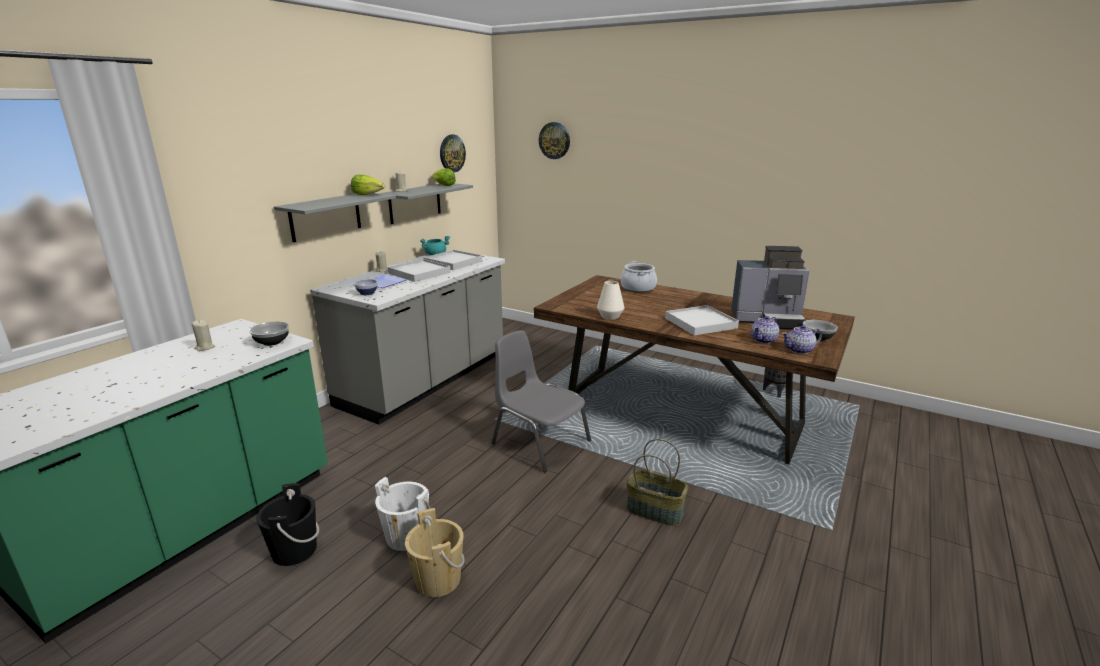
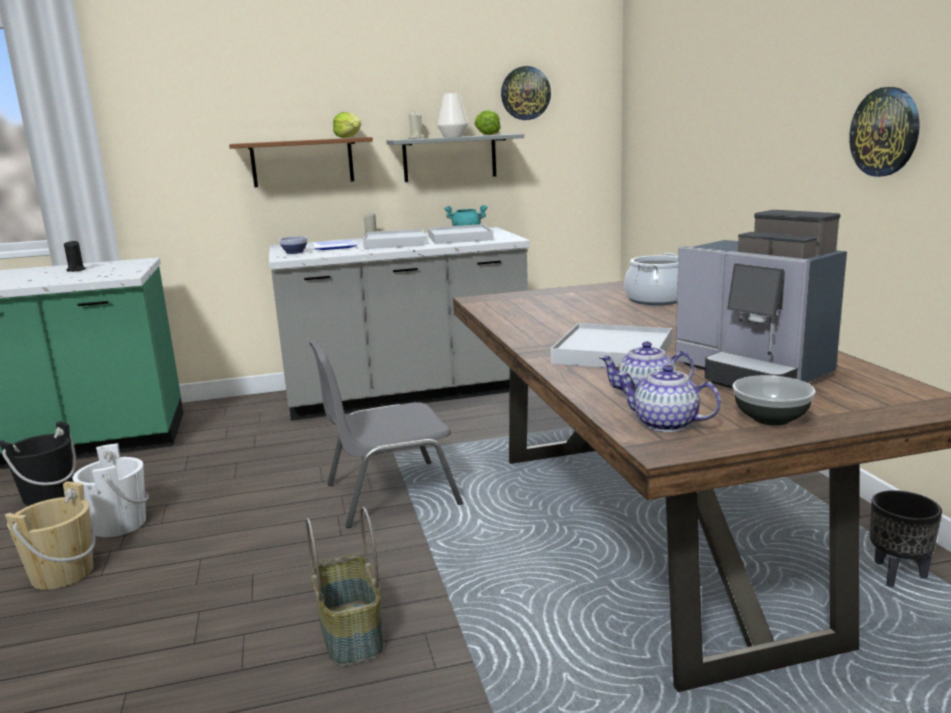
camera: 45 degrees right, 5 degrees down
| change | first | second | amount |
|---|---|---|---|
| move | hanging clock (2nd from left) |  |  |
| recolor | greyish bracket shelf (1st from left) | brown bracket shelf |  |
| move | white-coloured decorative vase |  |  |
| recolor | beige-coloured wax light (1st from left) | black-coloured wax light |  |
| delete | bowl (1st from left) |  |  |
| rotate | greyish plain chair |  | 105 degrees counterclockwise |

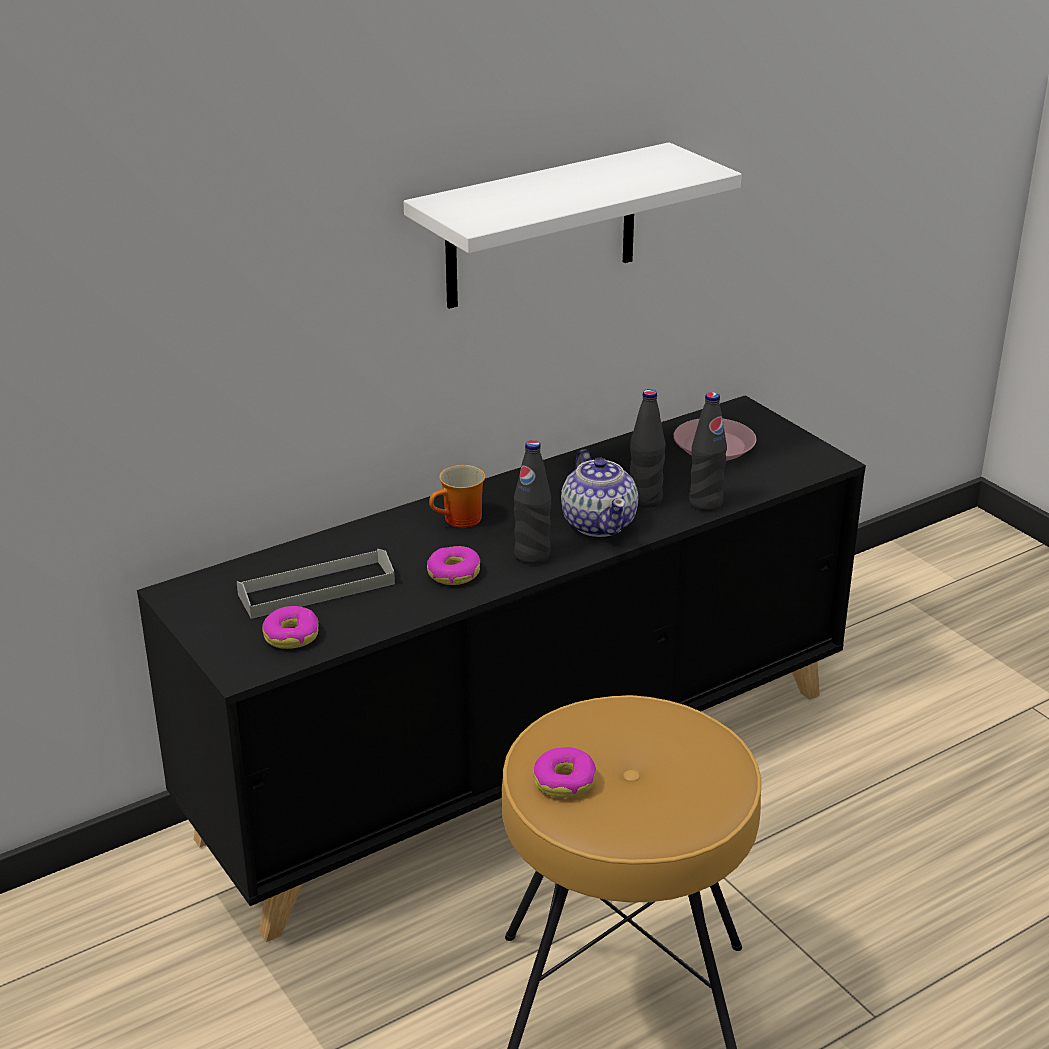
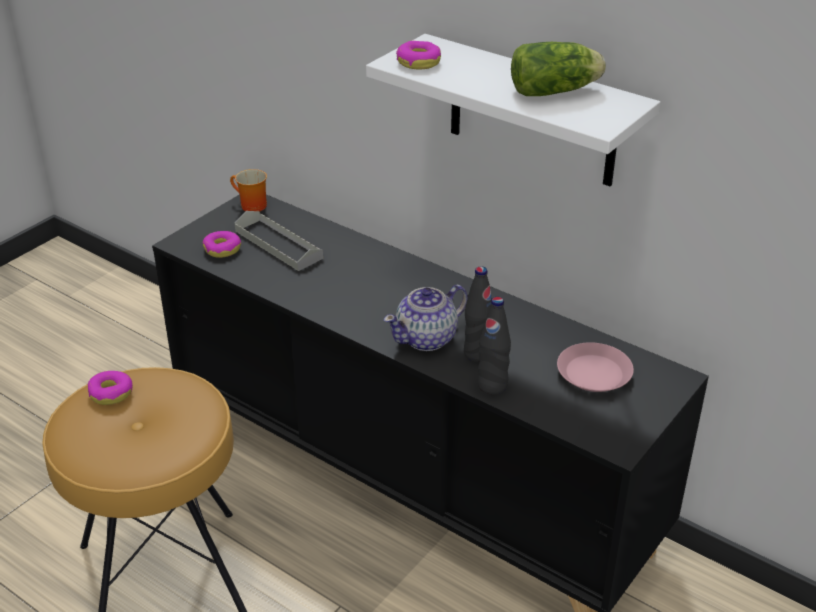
camera: 70 degrees right, 5 degrees up
| change | first | second | amount |
|---|---|---|---|
| delete | black-coloured bottle (1st from left) |  |  |
| move | coffee mug |  |  |
| move | doughnut (2nd from left in the first image) | doughnut (3rd from left) |  |
| insert |  | lettuce head |  |

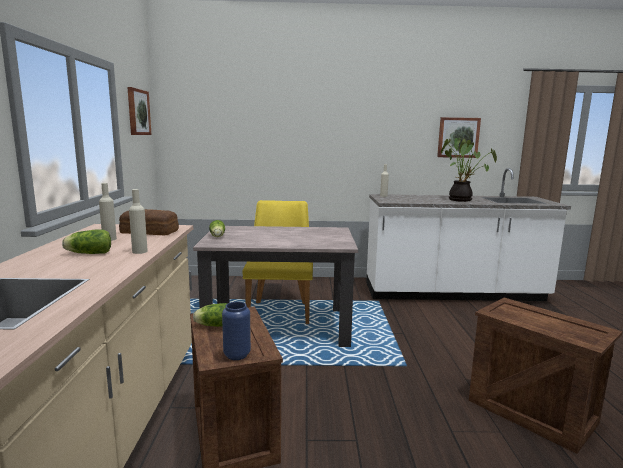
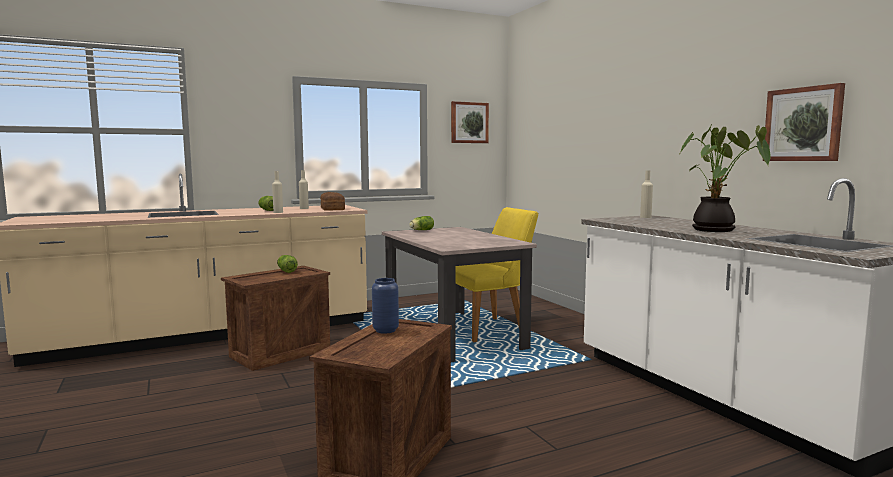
camera: 65 degrees right, 5 degrees down
| change | first | second | amount |
|---|---|---|---|
| move | blue-coloured decorative vase |  |  |

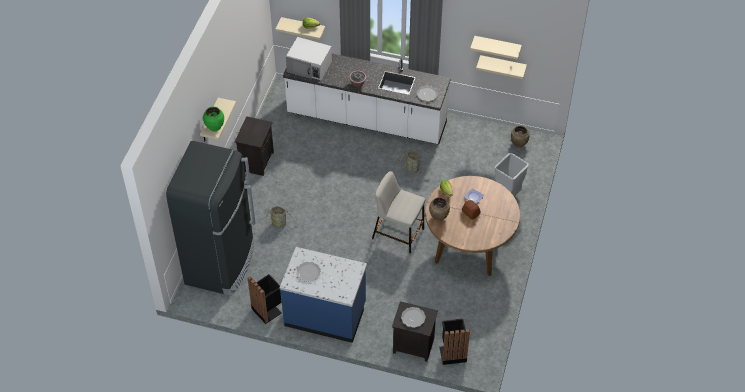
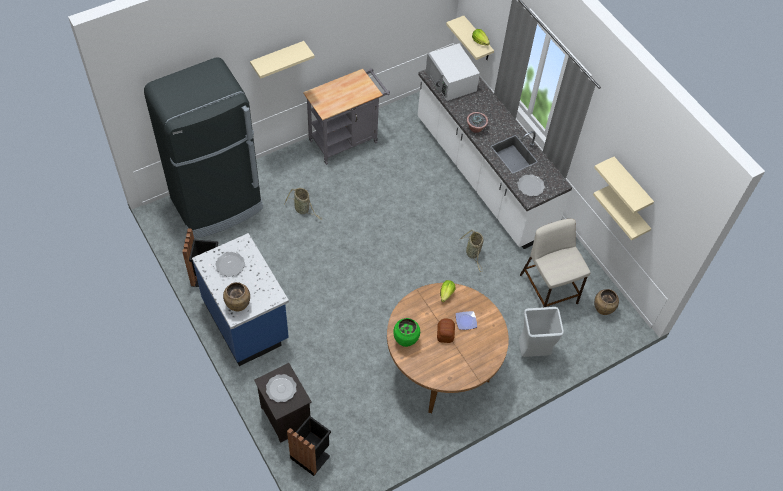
camera: 40 degrees right, 5 degrees up
| change | first | second | amount |
|---|---|---|---|
| move | greenish decorative vase |  |  |
| replace | black-coloured bedside table (1st from left) | greyish cart |  |
| move | beige-coloured stool seat |  |  |
| move | brown decorative vase (1st from left) |  |  |

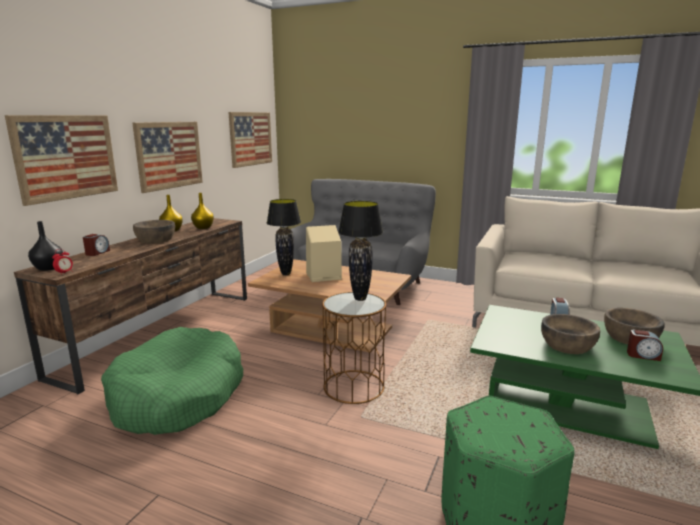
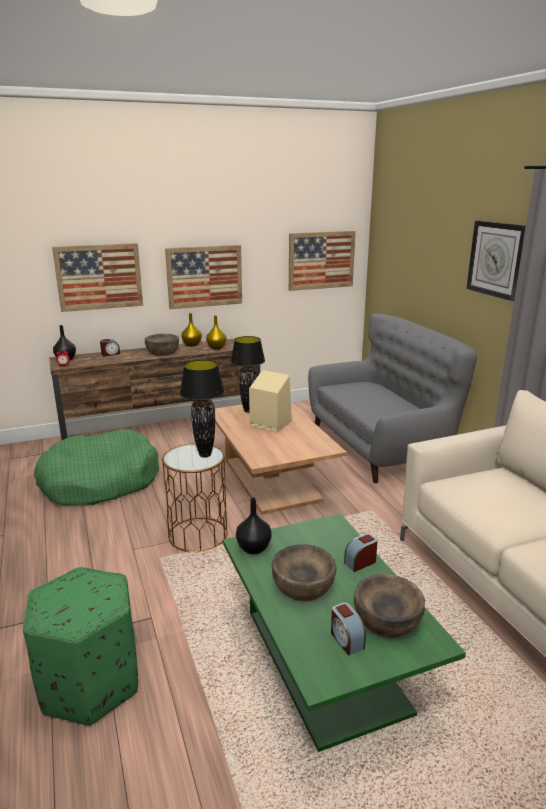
camera: 45 degrees right, 5 degrees up
| change | first | second | amount |
|---|---|---|---|
| insert |  | hanging clock |  |
| insert |  | black-coloured decorative vase (2nd from left) |  |

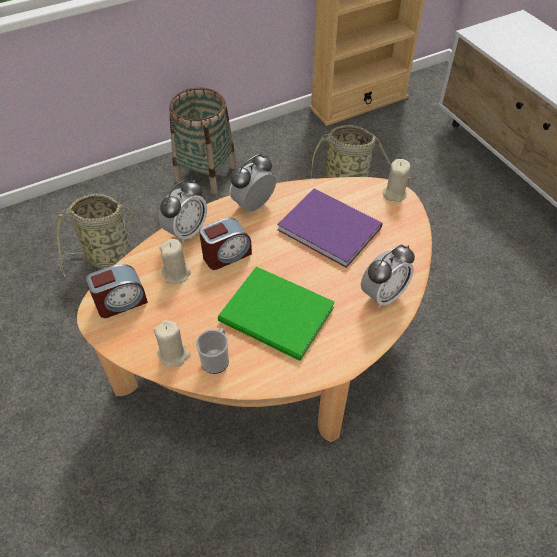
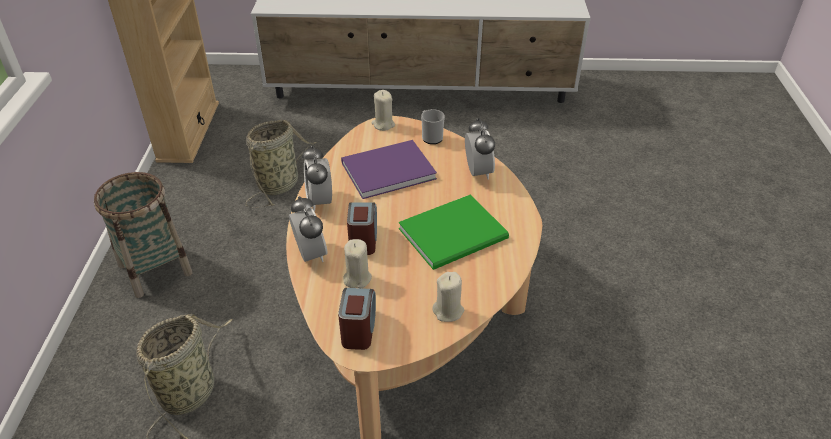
camera: 60 degrees left, 10 degrees down
| change | first | second | amount |
|---|---|---|---|
| move | coffee mug |  |  |

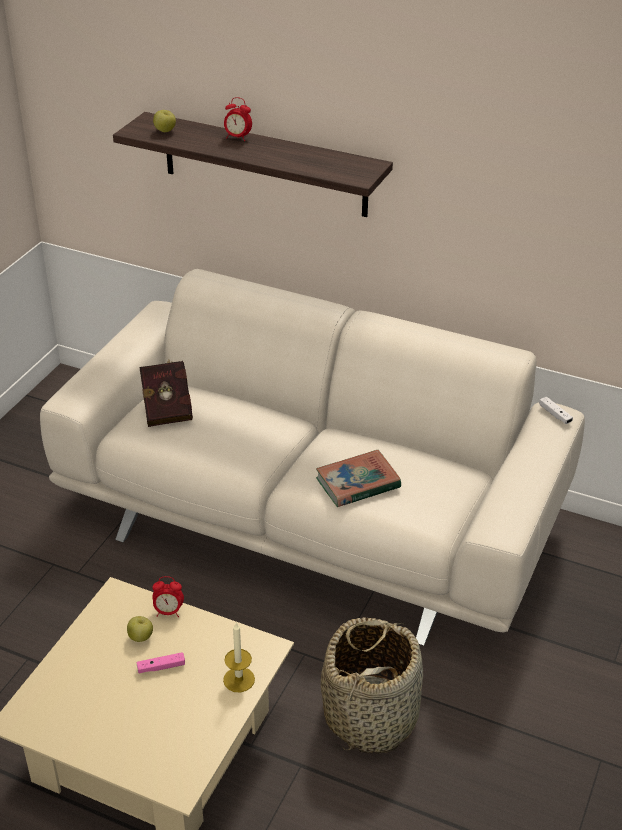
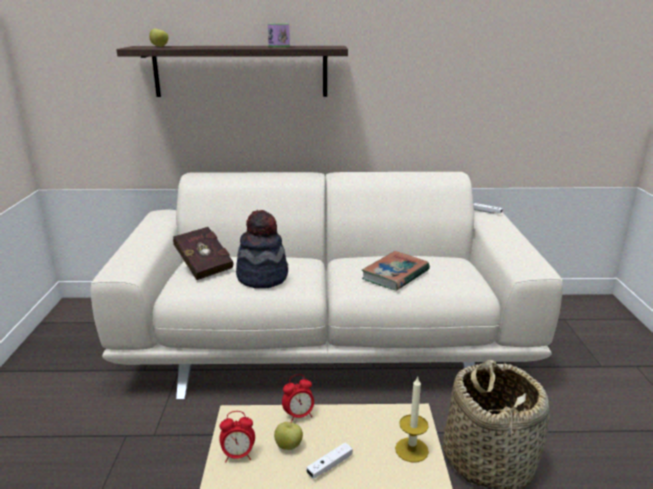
camera: 25 degrees left, 15 degrees down
| change | first | second | amount |
|---|---|---|---|
| move | bedside clock (2nd from left in the first image) | bedside clock (1st from left) |  |
| recolor | pink-coloured joypad | white-coloured joypad (1st from left) |  |
| insert |  | coffee mug |  |
| insert |  | hat |  |

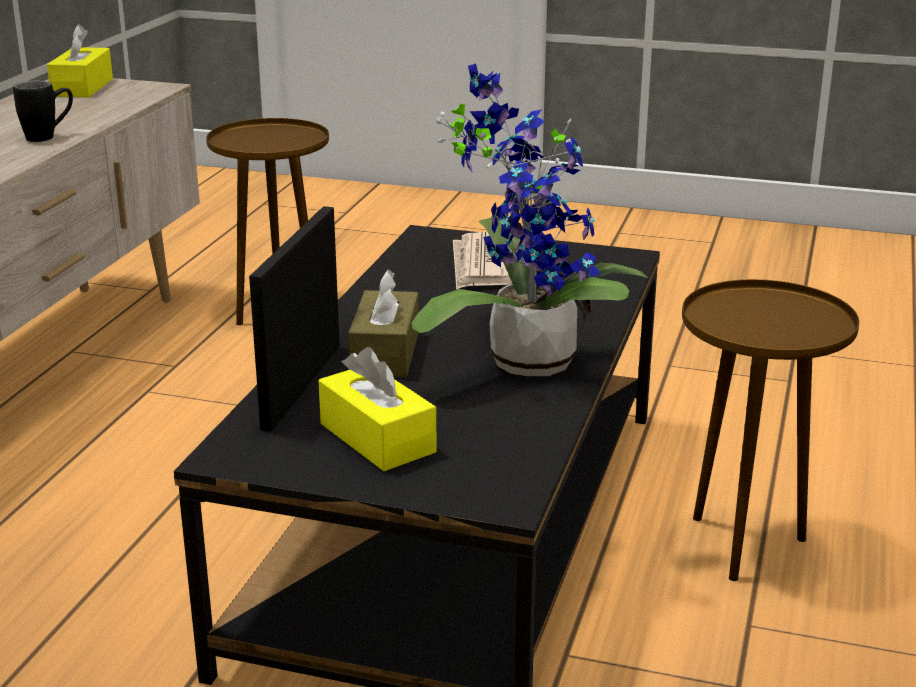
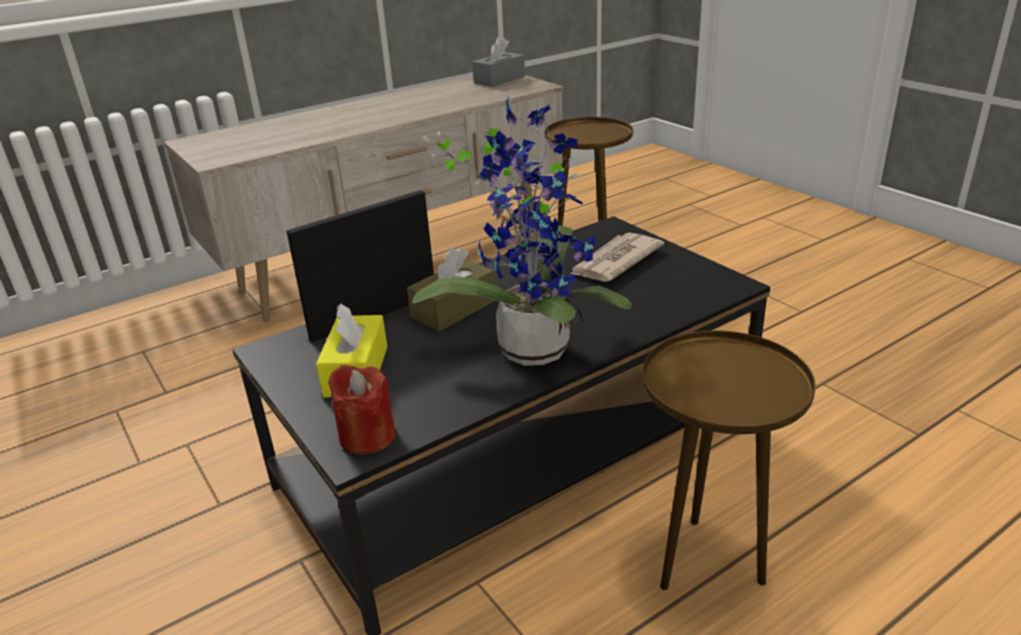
camera: 40 degrees right, 5 degrees up
| change | first | second | amount |
|---|---|---|---|
| recolor | yellowish tissue holder (1st from left) | greyish tissue holder |  |
| delete | black-coloured coffee mug |  |  |
| insert |  | reddish wax light |  |

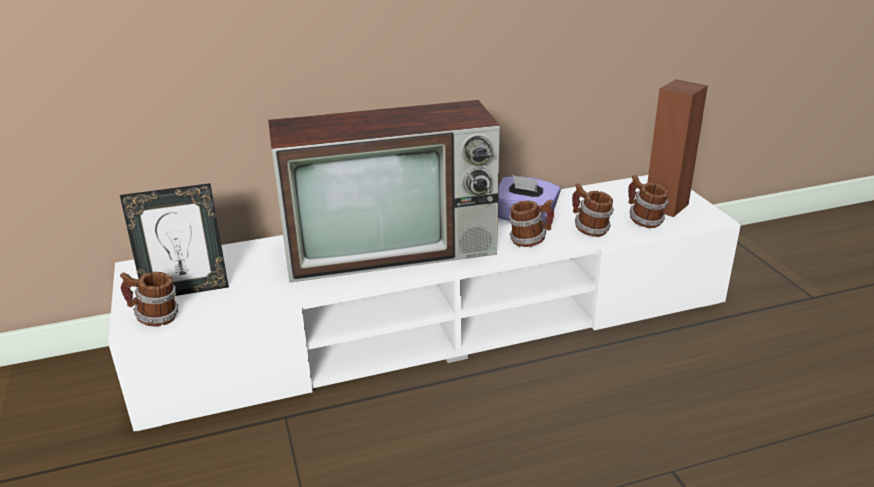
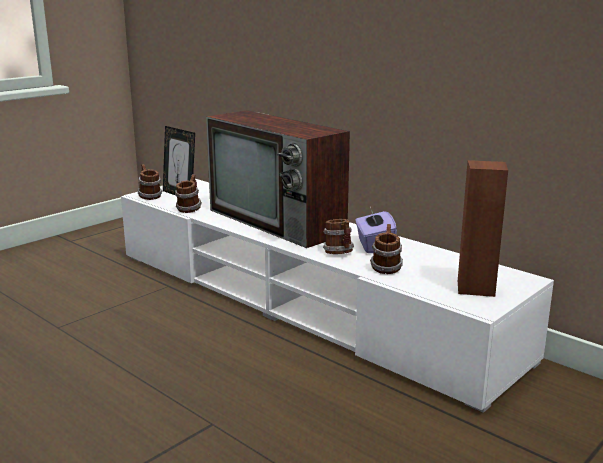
camera: 60 degrees right, 10 degrees down
| change | first | second | amount |
|---|---|---|---|
| move | coffee mug (4th from left in the first image) | coffee mug (2nd from left) |  |

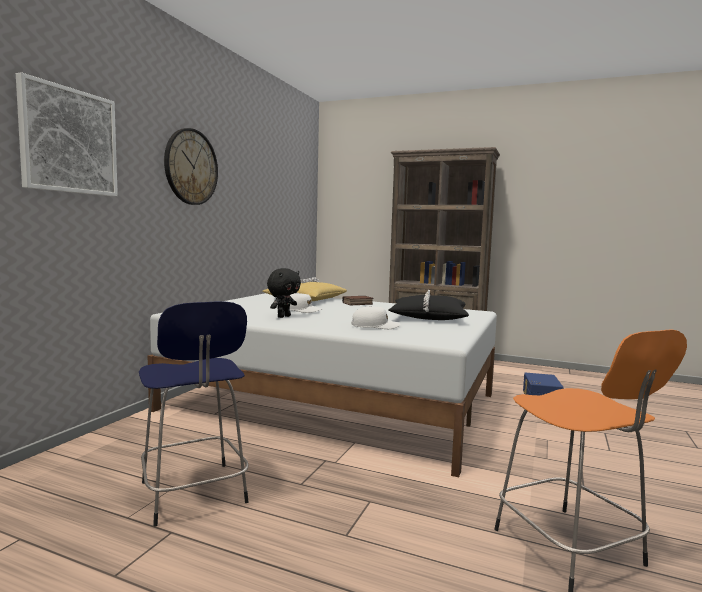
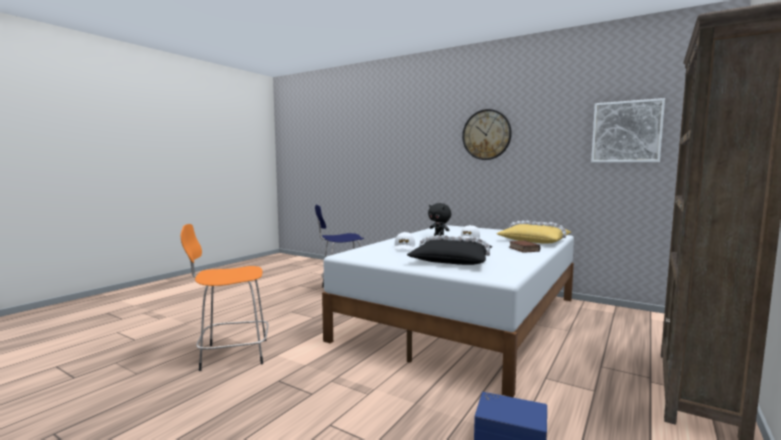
camera: 100 degrees right, 0 degrees up
| change | first | second | amount |
|---|---|---|---|
| move | wall picture |  |  |

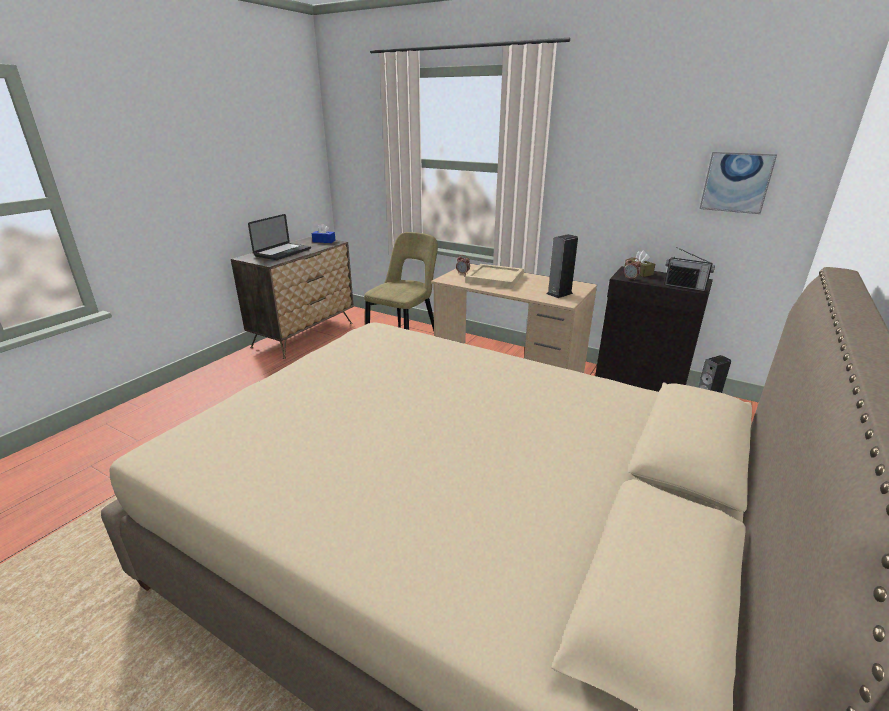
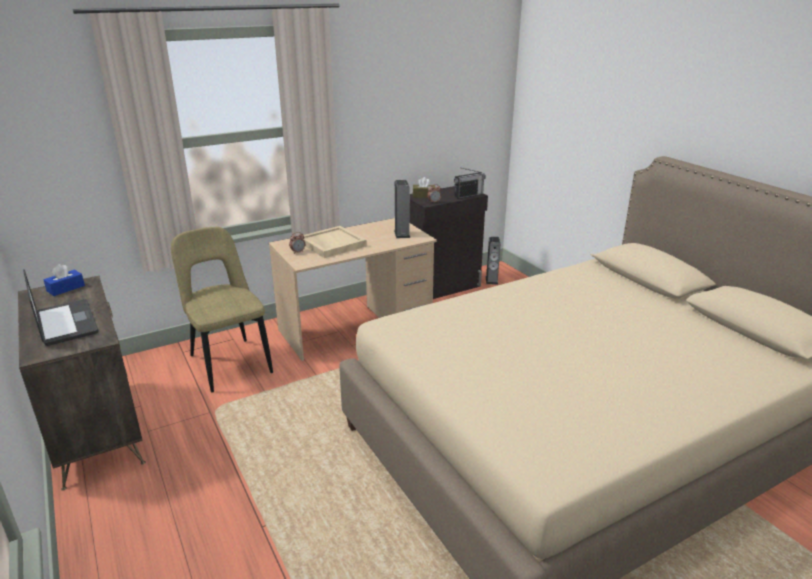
camera: 60 degrees left, 0 degrees up
| change | first | second | amount |
|---|---|---|---|
| delete | wall picture |  |  |

